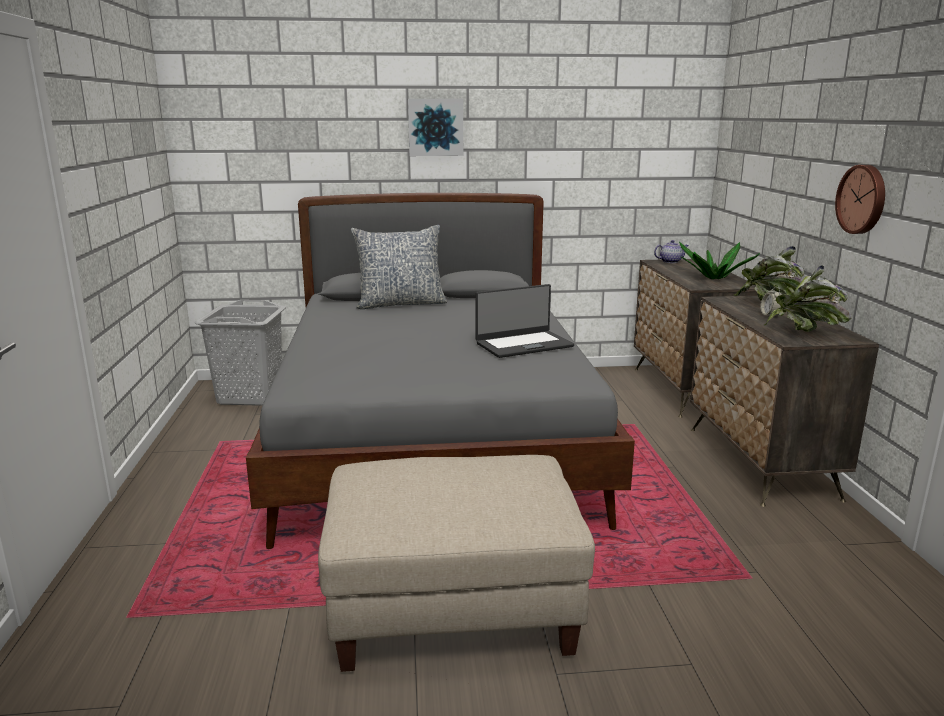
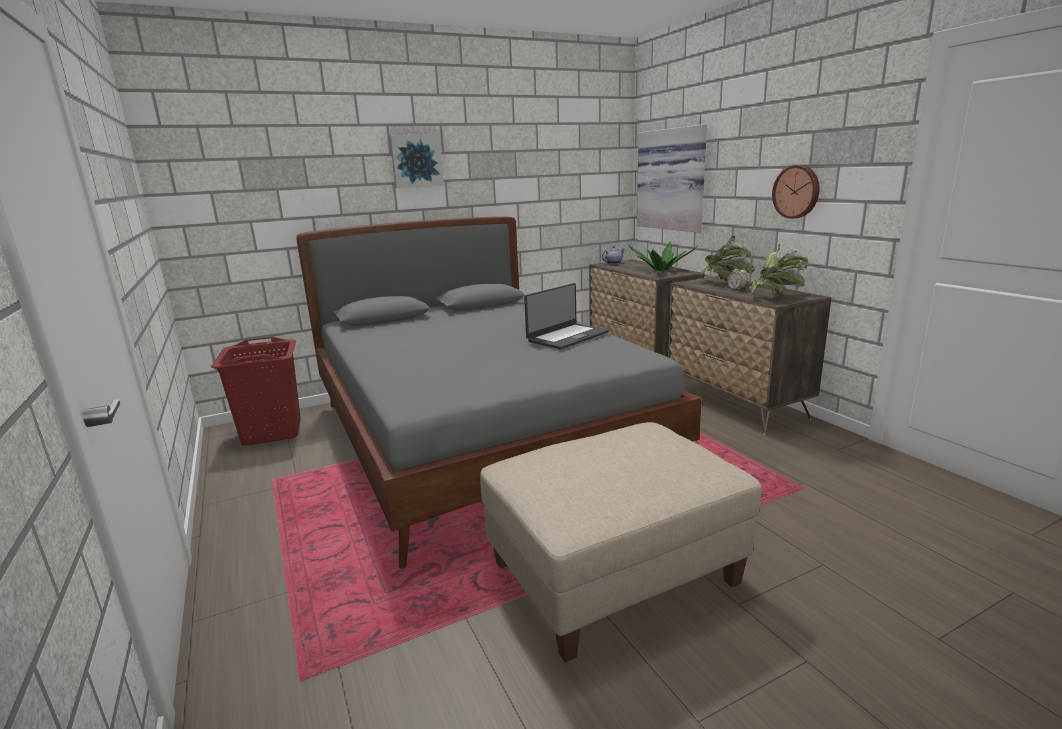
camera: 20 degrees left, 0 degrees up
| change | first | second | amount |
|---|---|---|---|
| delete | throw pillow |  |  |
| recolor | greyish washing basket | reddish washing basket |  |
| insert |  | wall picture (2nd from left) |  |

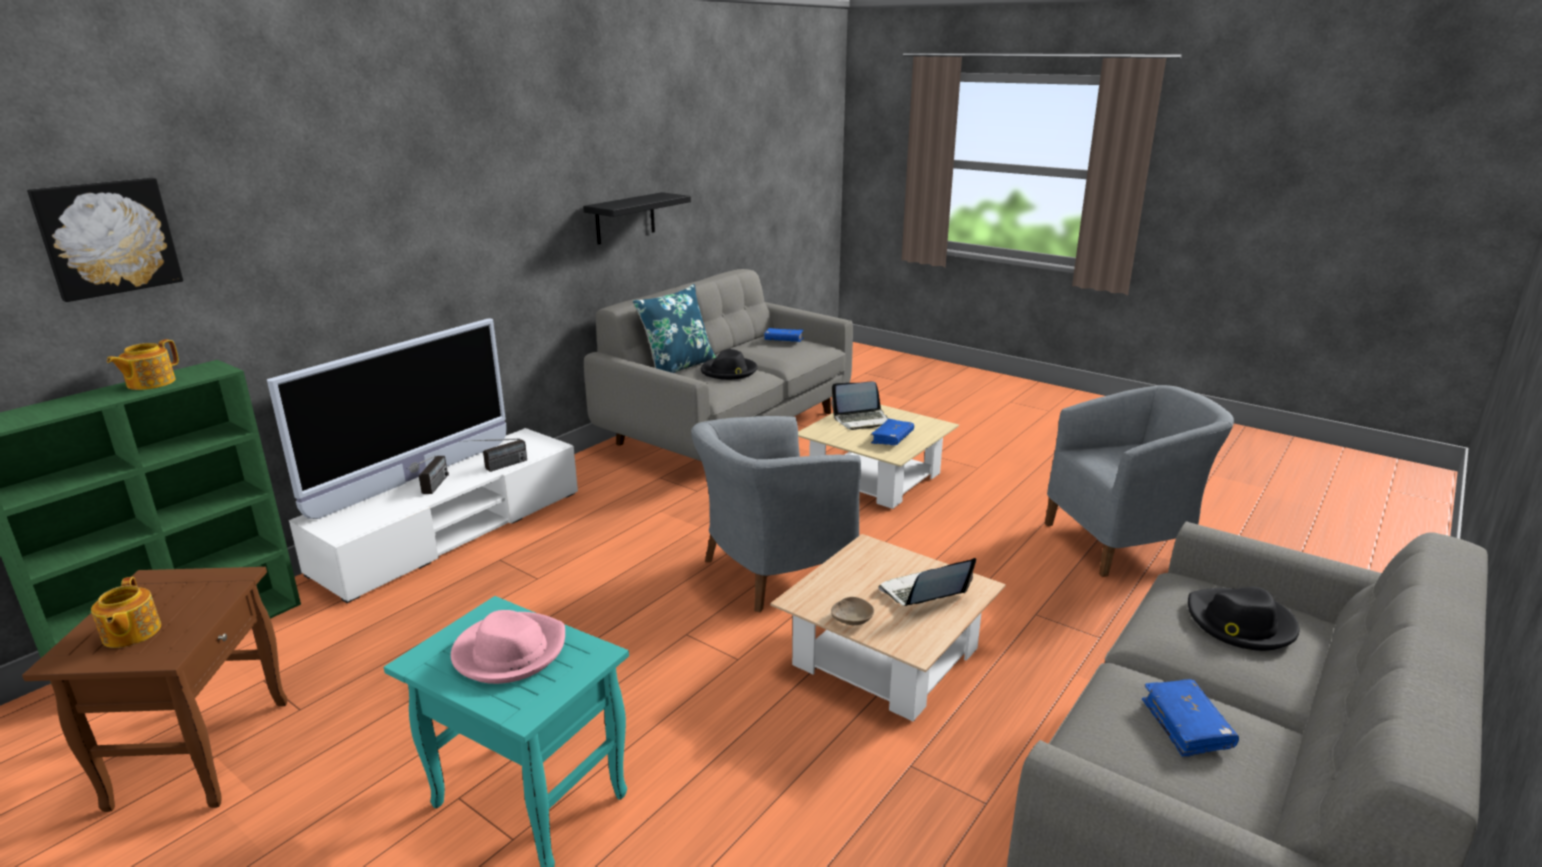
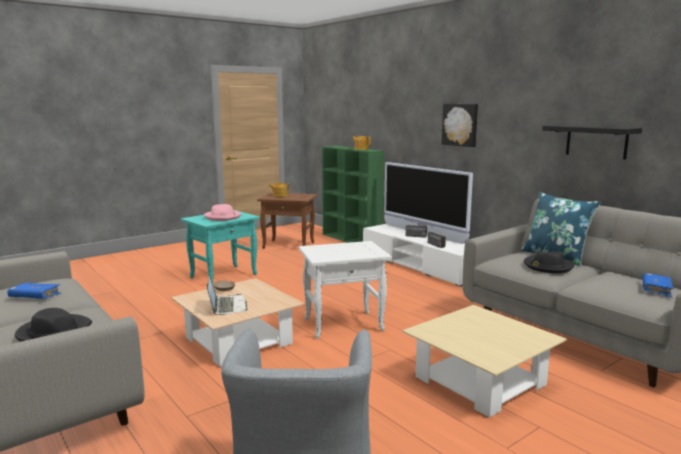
camera: 105 degrees right, 10 degrees down
| change | first | second | amount |
|---|---|---|---|
| move | wall picture |  |  |
| delete | notebook computer (1st from left) |  |  |
| replace | greyish armchair (1st from left) | white-coloured accent table |  |
| delete | blue-coloured book (2nd from left) |  |  |

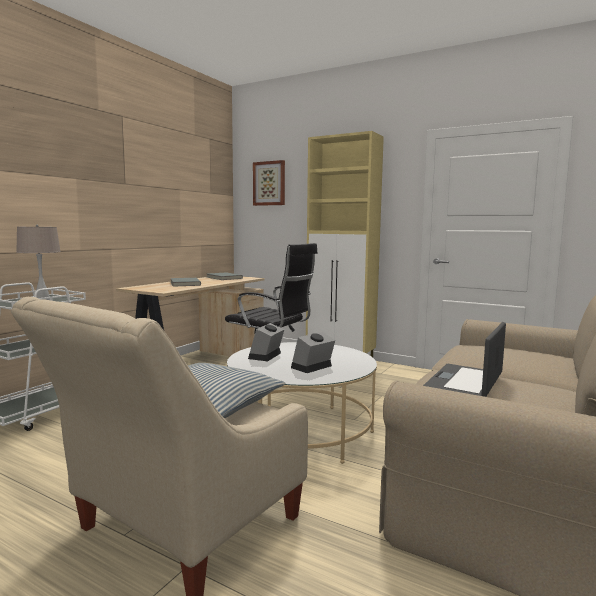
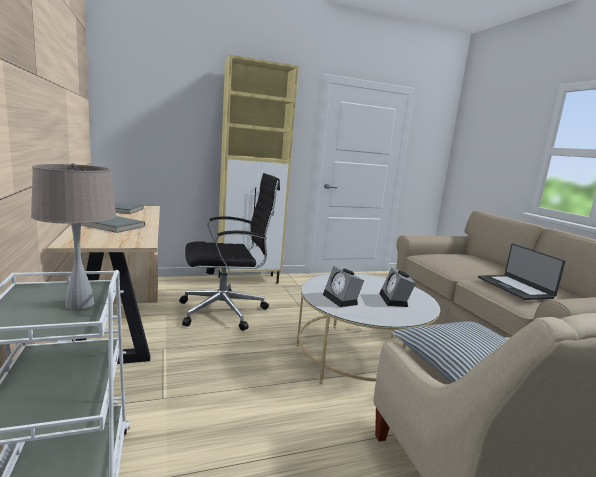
camera: 50 degrees left, 5 degrees up
| change | first | second | amount |
|---|---|---|---|
| delete | wall picture |  |  |

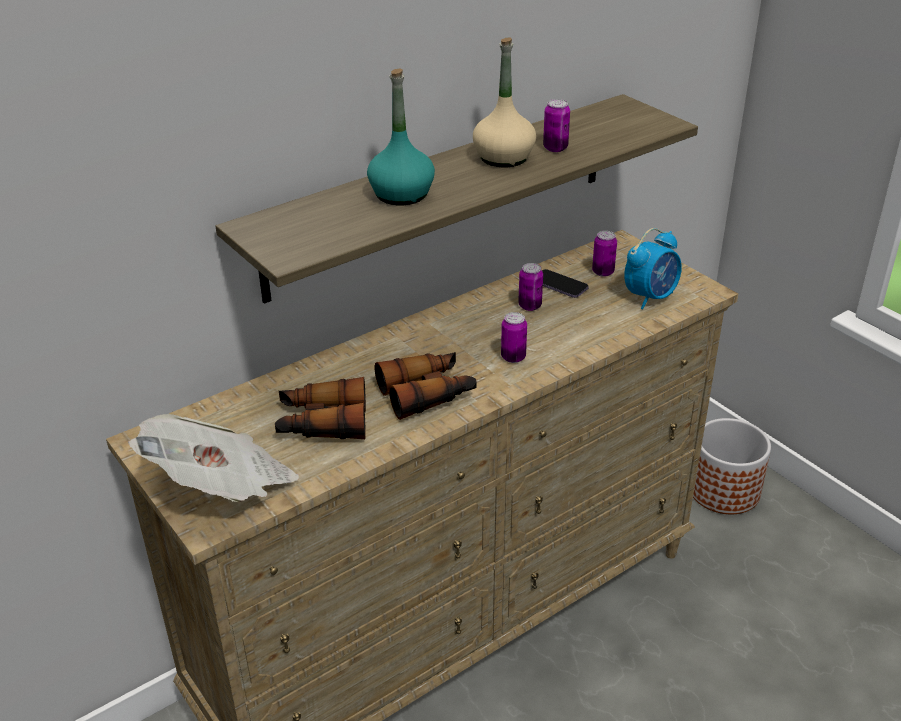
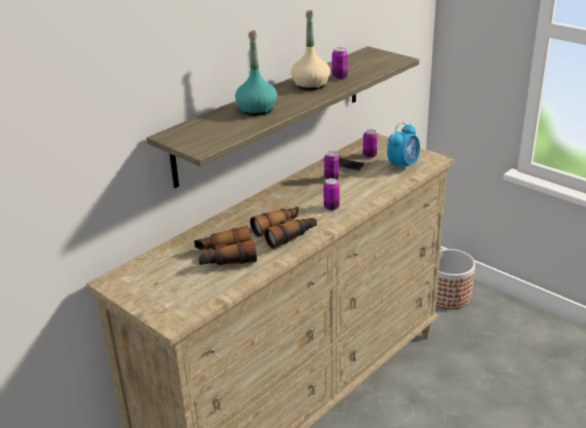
camera: 10 degrees left, 5 degrees down
| change | first | second | amount |
|---|---|---|---|
| delete | printed paper |  |  |

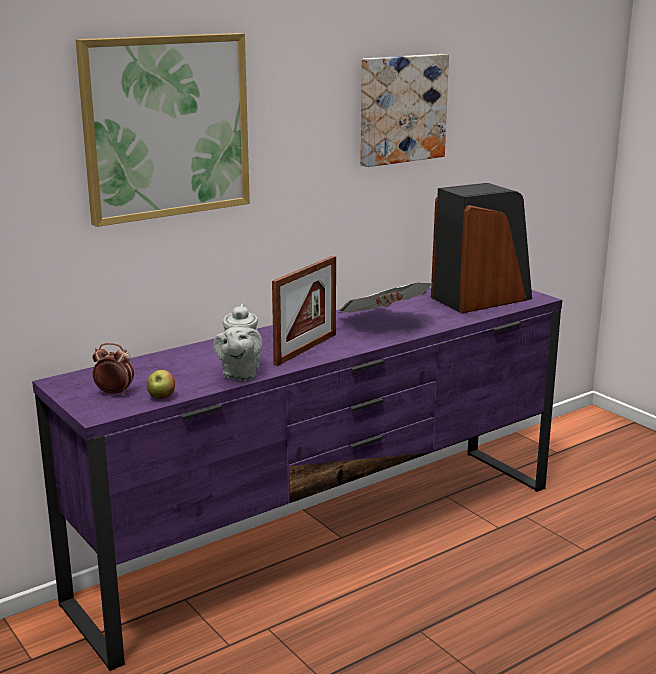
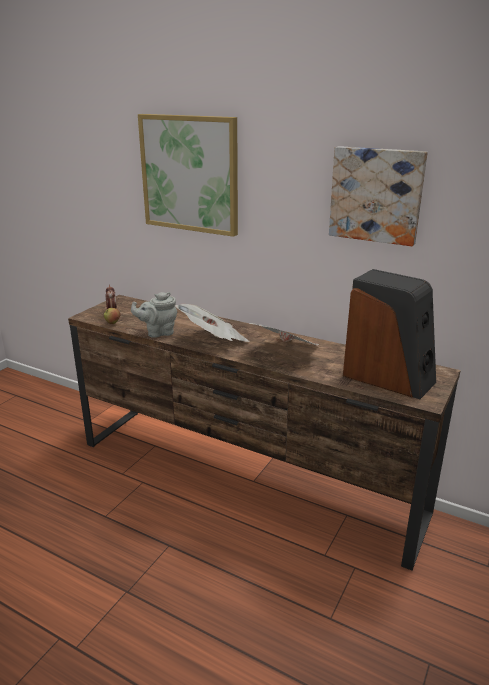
camera: 65 degrees right, 5 degrees up
| change | first | second | amount |
|---|---|---|---|
| replace | photo frame | printed paper (1st from left) |  |
| recolor | purple tv stand | brown tv stand |  |

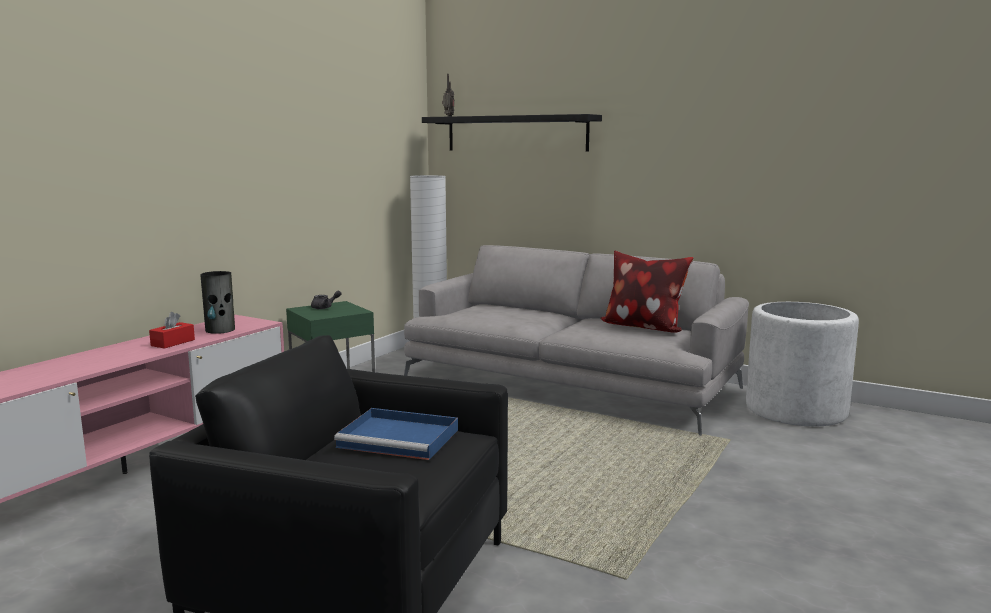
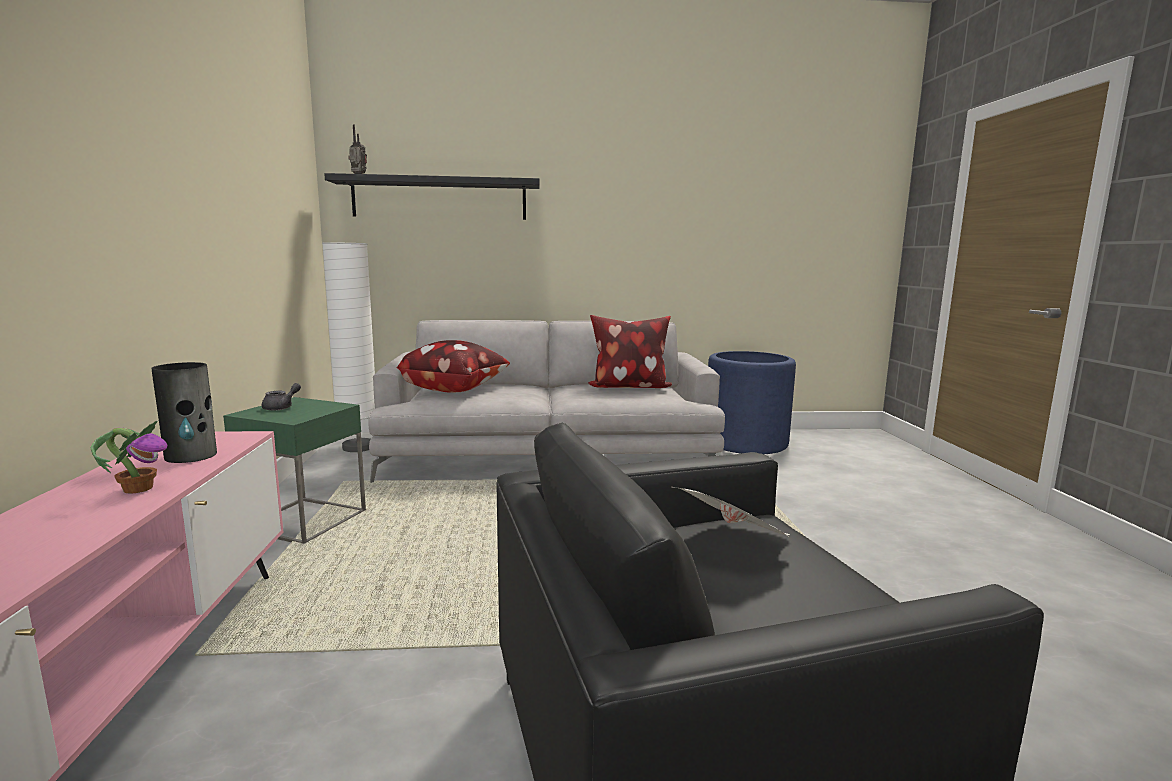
camera: 35 degrees left, 0 degrees up
| change | first | second | amount |
|---|---|---|---|
| recolor | white-coloured planter | blue-coloured planter |  |
| replace | reddish tissue holder | potted plant |  |
| replace | blue-coloured serving tray | printed paper |  |
| insert |  | throw pillow (1st from left) |  |

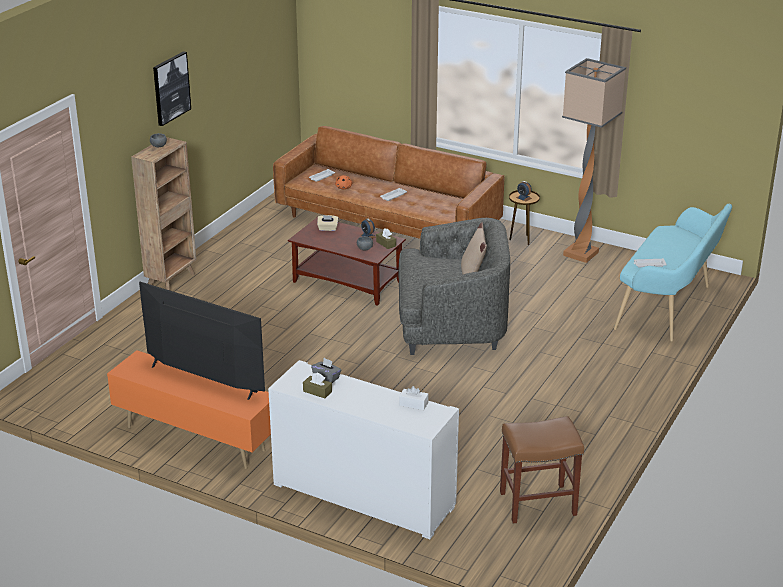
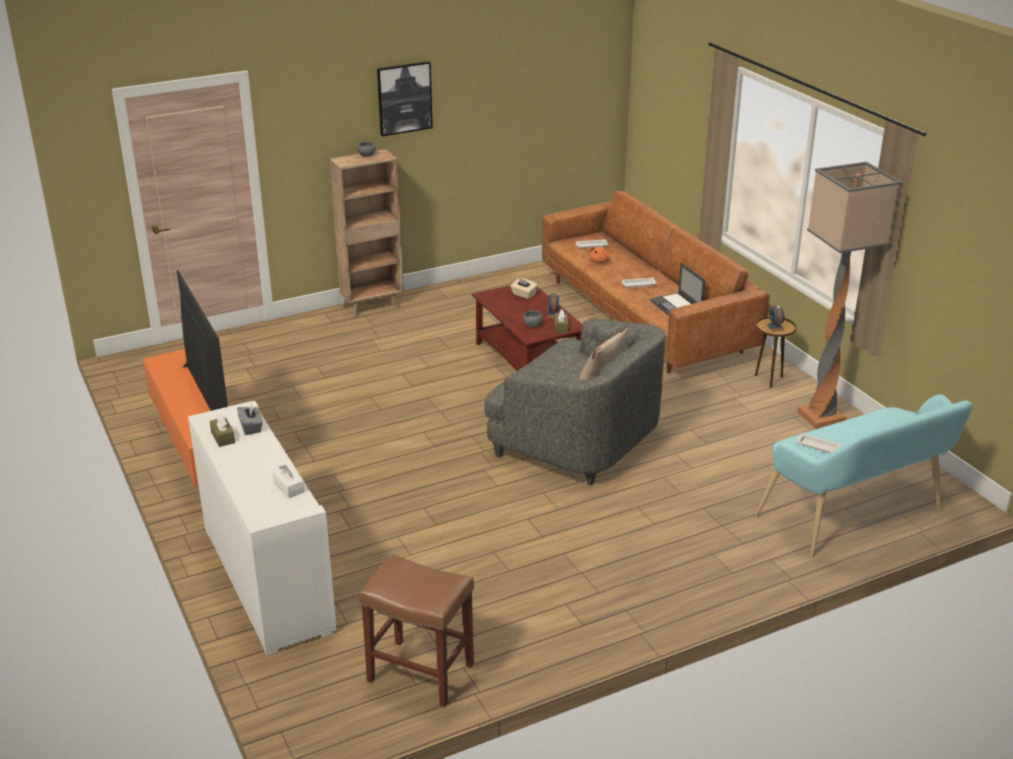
camera: 35 degrees right, 0 degrees up
| change | first | second | amount |
|---|---|---|---|
| insert |  | notebook computer |  |

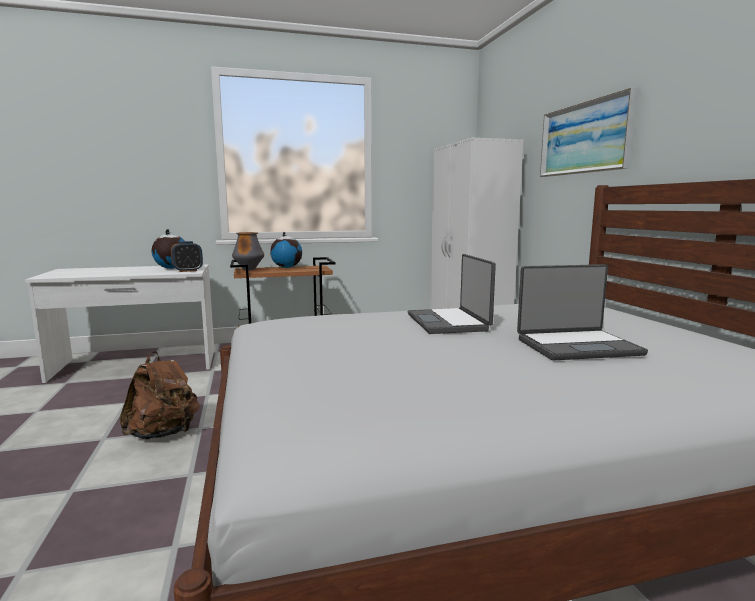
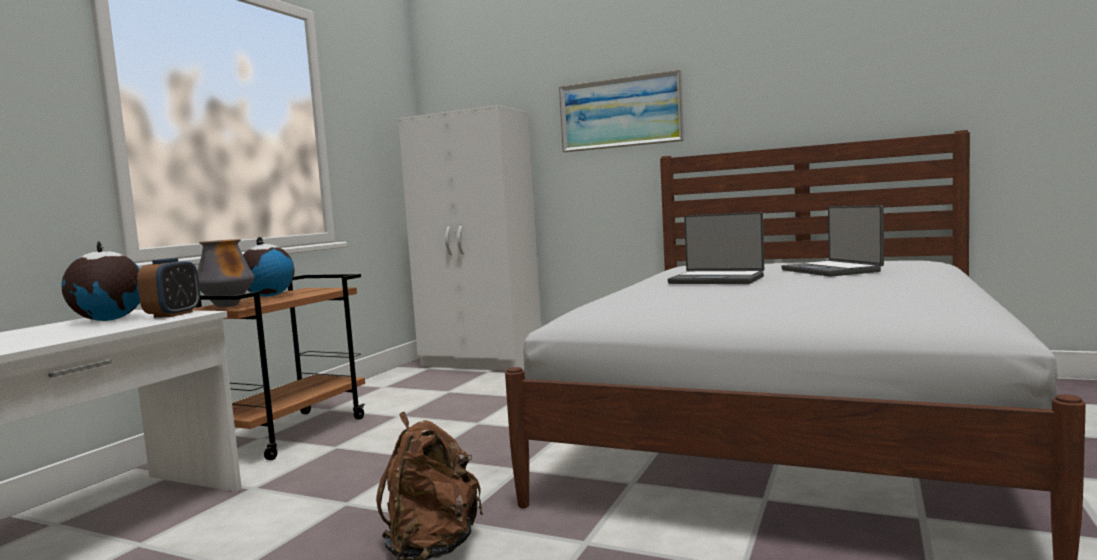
camera: 50 degrees left, 5 degrees down
| change | first | second | amount |
|---|---|---|---|
| rotate | notebook computer (2nd from left) |  | 135 degrees clockwise |

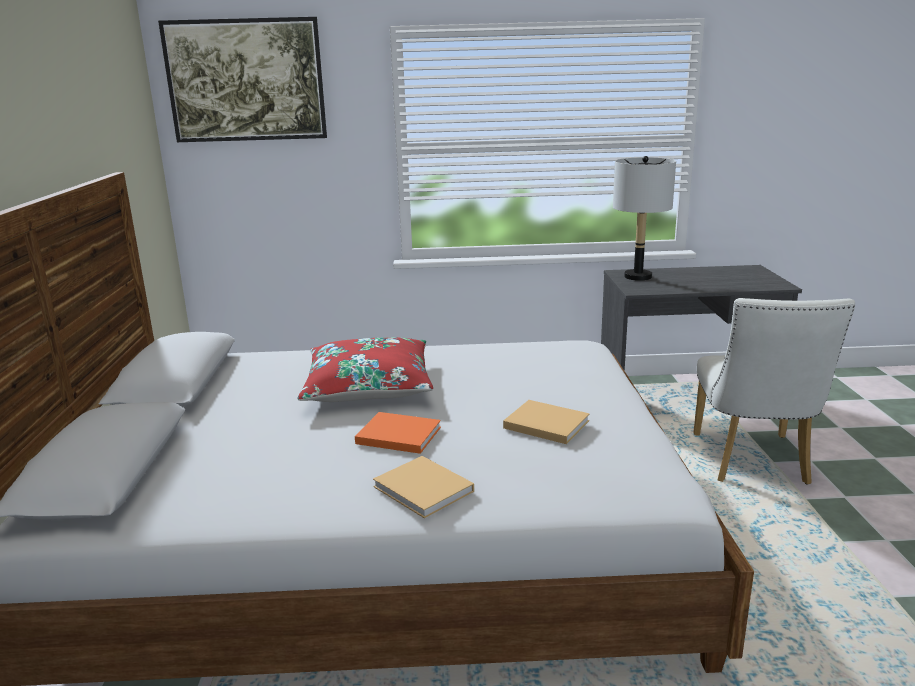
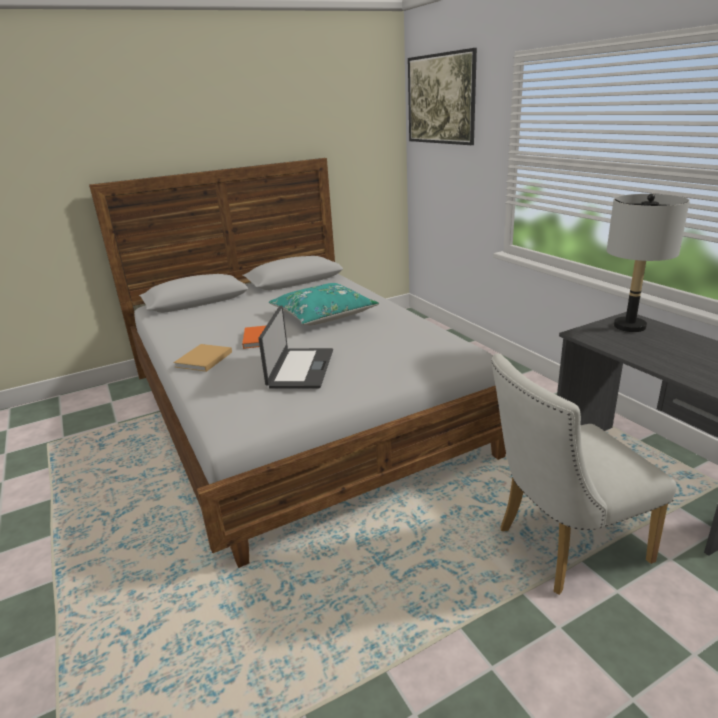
camera: 65 degrees right, 5 degrees up
| change | first | second | amount |
|---|---|---|---|
| recolor | reddish throw pillow | turquoise throw pillow |  |
| replace | beige-coloured book (2nd from left) | notebook computer |  |

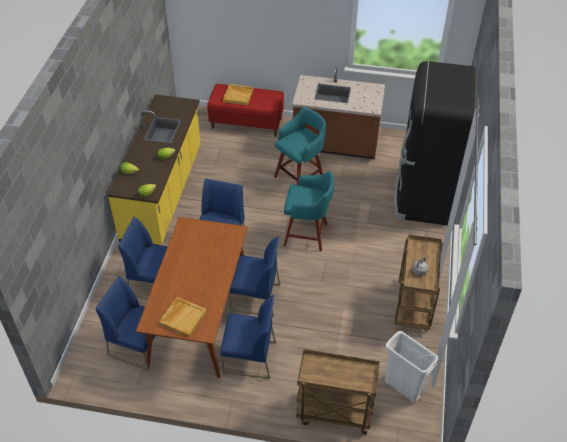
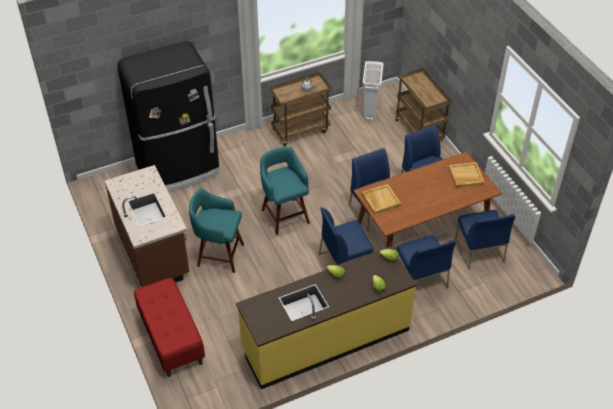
camera: 125 degrees left, 0 degrees up
| change | first | second | amount |
|---|---|---|---|
| move | beige-coloured serving tray (2nd from left in the first image) | beige-coloured serving tray (1st from left) |  |

